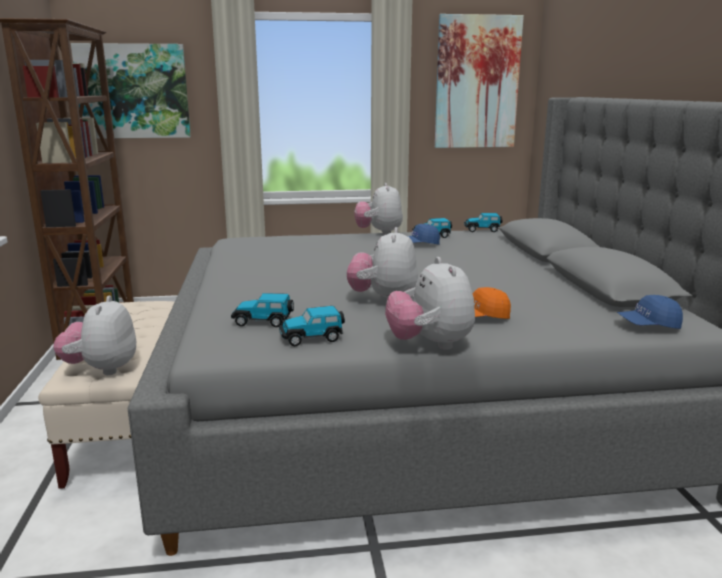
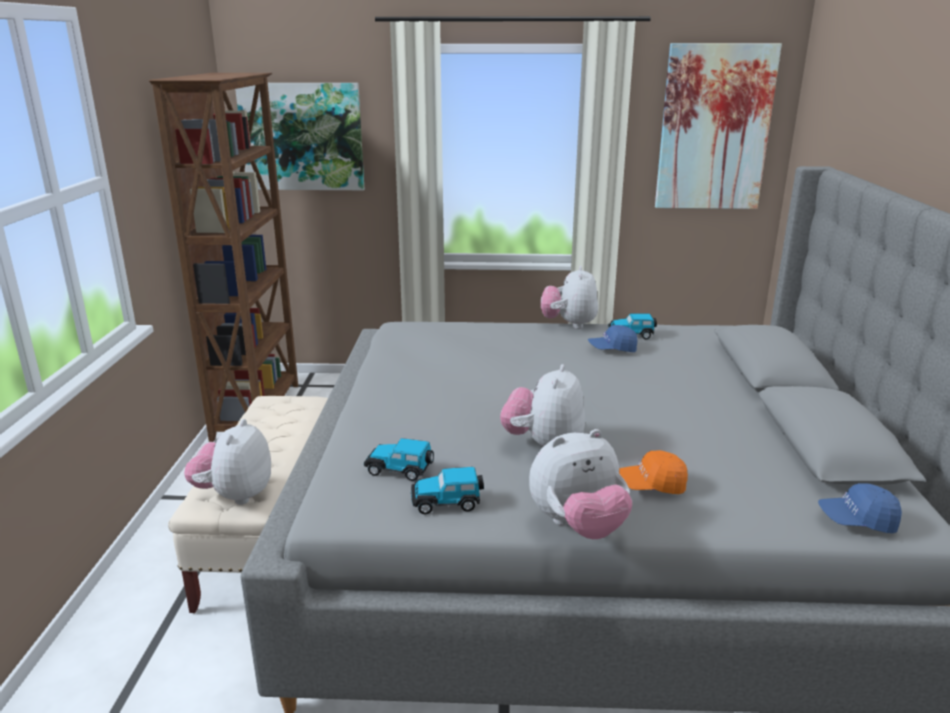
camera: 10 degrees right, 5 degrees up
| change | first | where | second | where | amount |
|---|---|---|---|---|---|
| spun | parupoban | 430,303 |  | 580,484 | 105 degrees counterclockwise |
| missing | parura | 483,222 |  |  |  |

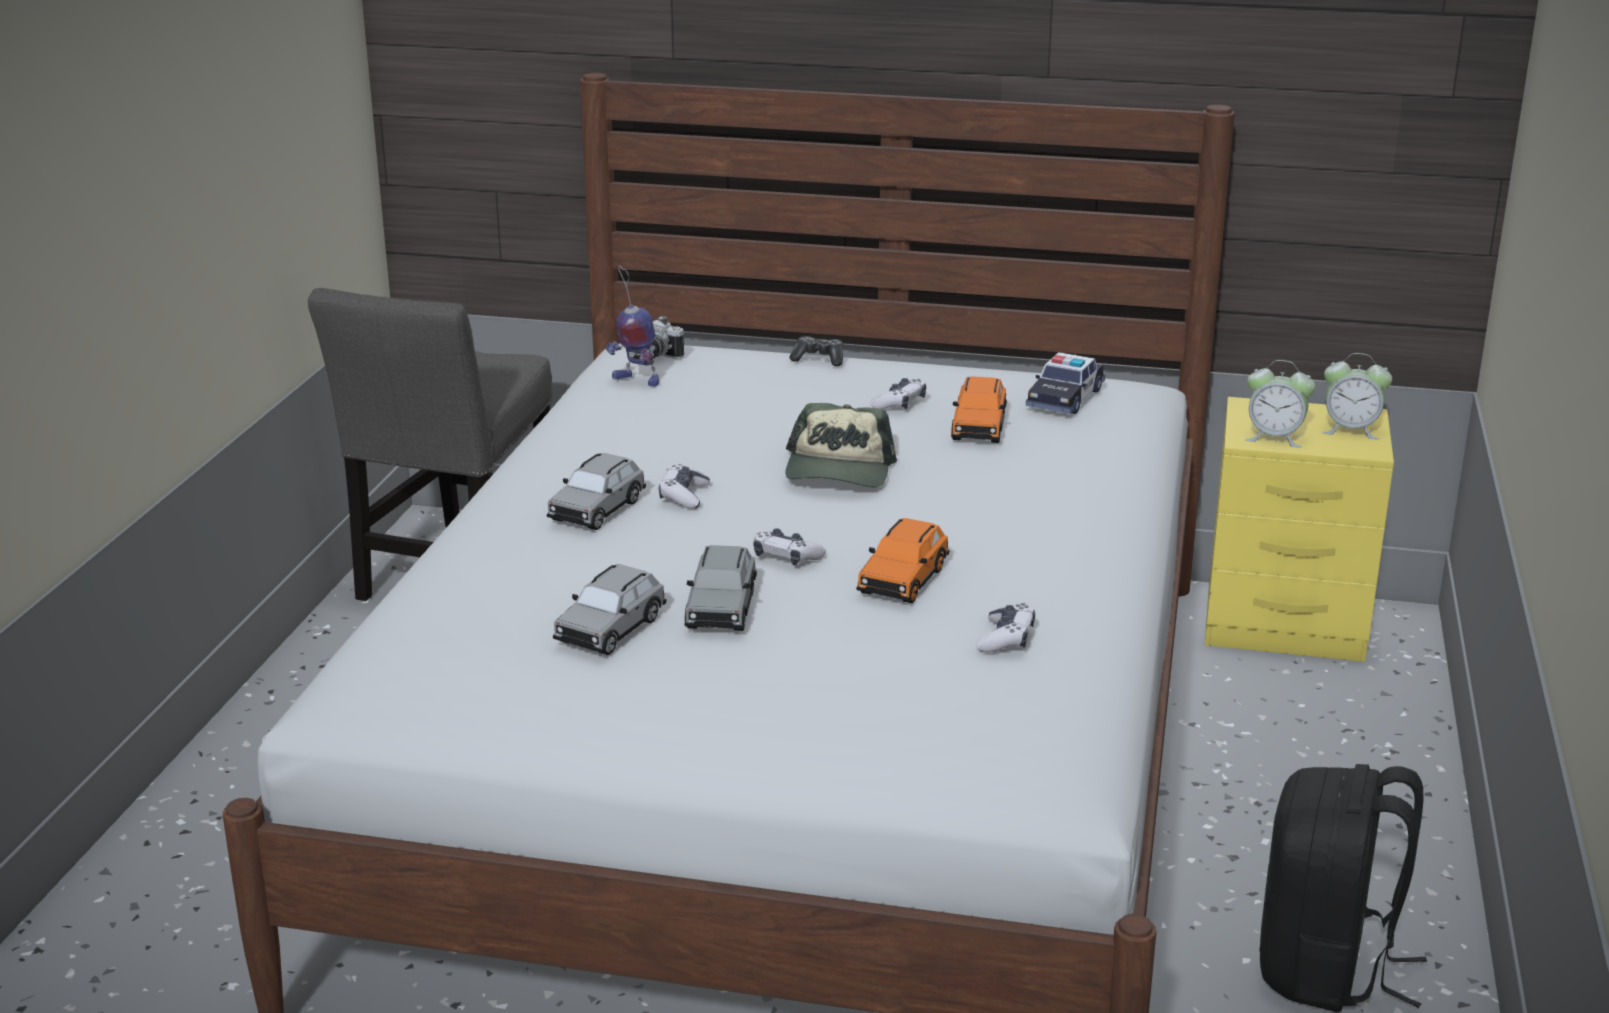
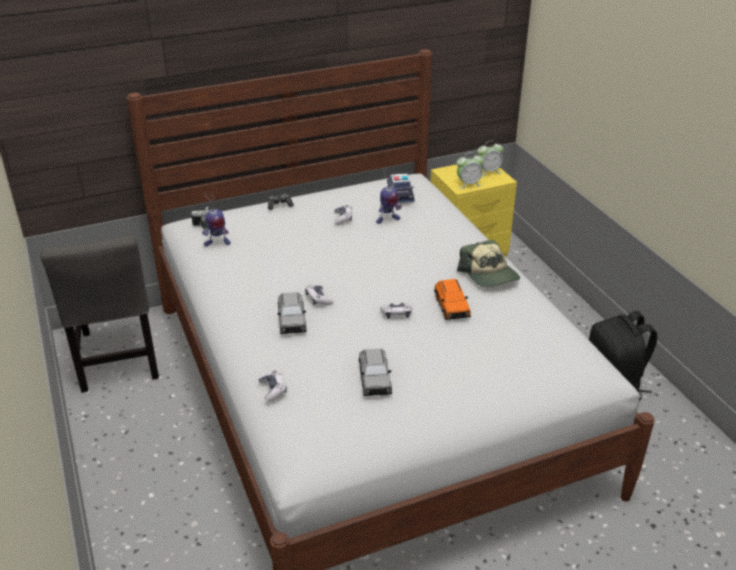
camera: 35 degrees left, 10 degrees up
| change | first | where | second | where | amount |
|---|---|---|---|---|---|
| missing | grey_parura | 721,588 |  |  |  |
| relocated | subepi | 841,445 |  | 488,264 |  |
| exchanged | orange_parura | 979,409 | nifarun | 388,197 |  |
| relocated | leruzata | 1005,627 |  | 272,386 |  |

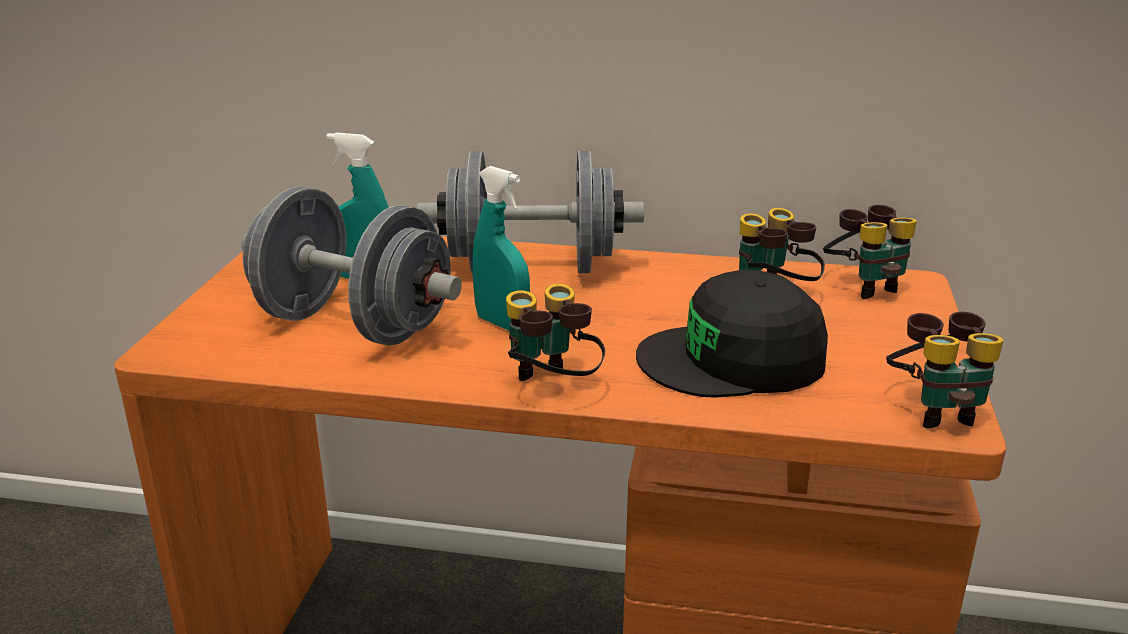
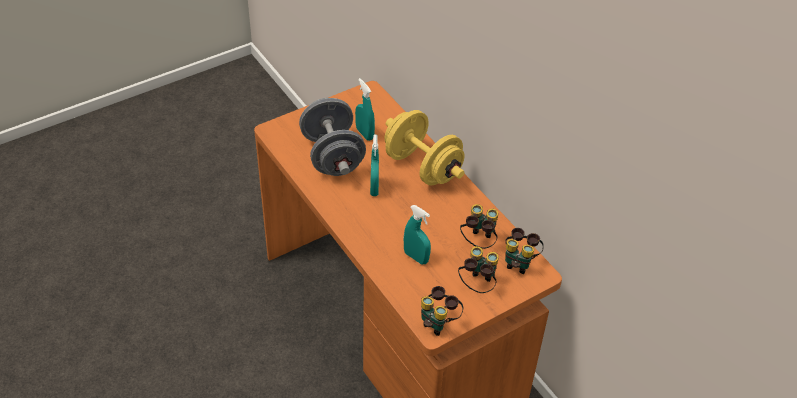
camera: 45 degrees right, 20 degrees up
| change | first | where | second | where | amount |
|---|---|---|---|---|---|
| colour | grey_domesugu | 530,212 | yellow_domesugu | 424,147 |  |
| relocated | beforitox | 555,332 |  | 478,269 |  |
| exchanged | black_subepi | 732,334 | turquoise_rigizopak | 417,234 |  |

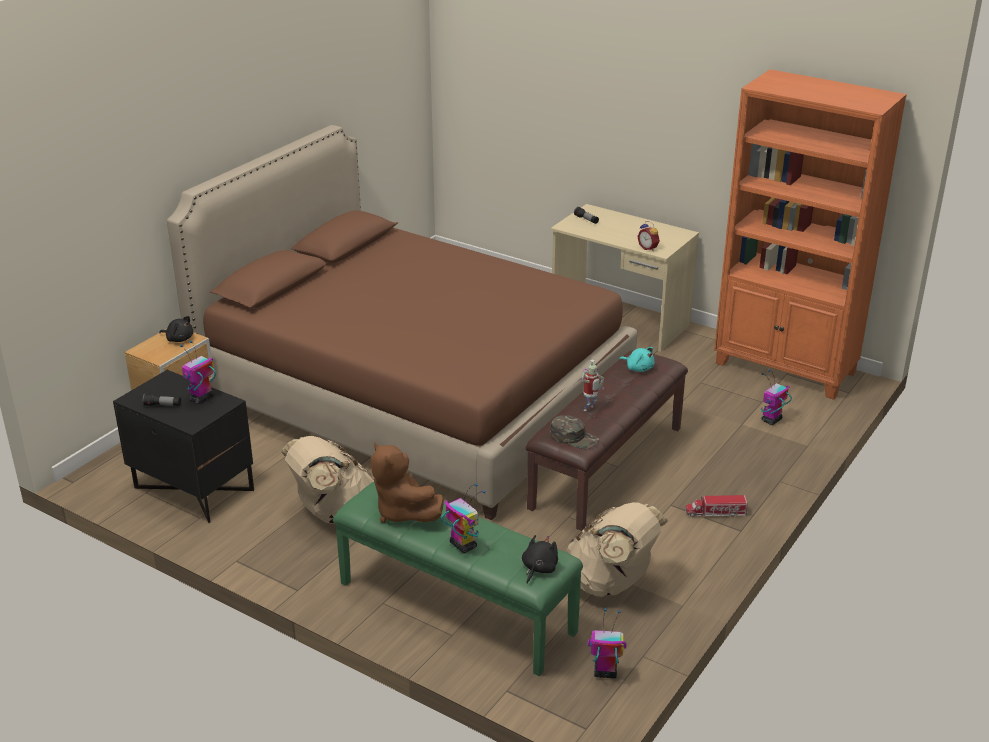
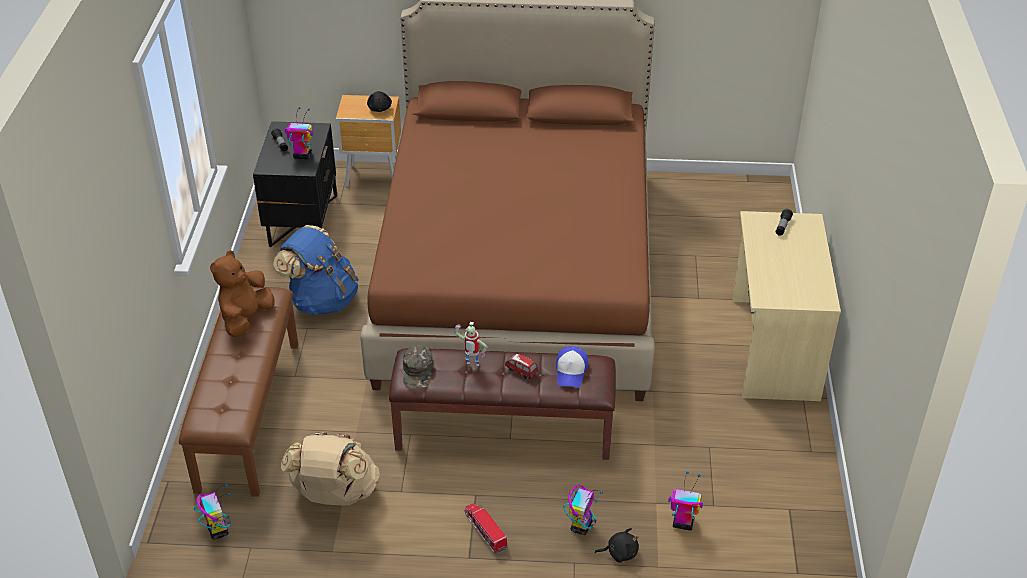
camera: 60 degrees right, 10 degrees up
| change | first | where | second | where | amount |
|---|---|---|---|---|---|
| colour | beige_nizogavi | 327,480 | blue_nizogavi | 316,270 |  |
| colour | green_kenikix | 458,579 | brown_kenikix | 238,391 |  |
| relocated | nifarun | 463,518 |  | 583,510 |  |
| relocated | black_parupoban | 540,559 |  | 617,545 |  |
| exchanged | turquoise_parupoban | 637,359 | subepi | 572,367 |  |
| missing | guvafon | 648,236 |  |  |  |
| missing | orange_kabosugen | 810,234 |  |  |  |
| appeared |  |  | parura | 521,366 |  |

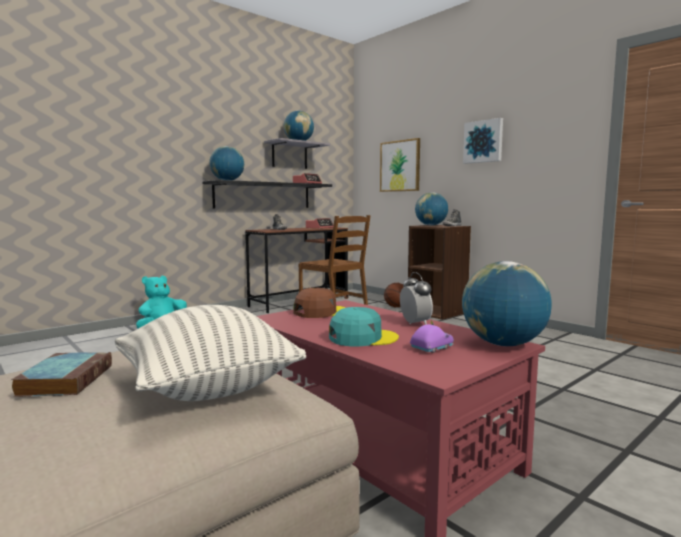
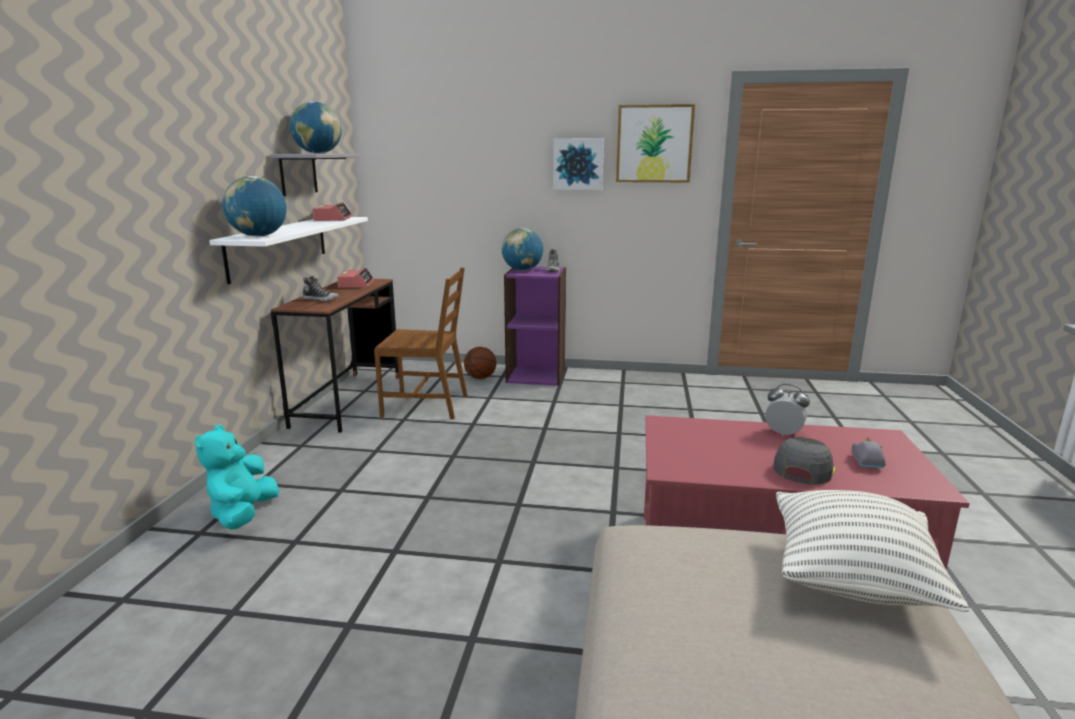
camera: 40 degrees left, 10 degrees up
| change | first | where | second | where | amount |
|---|---|---|---|---|---|
| missing | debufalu | 61,374 |  |  |  |
| colour | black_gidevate | 267,194 | white_gidevate | 288,250 |  |
| missing | brown_subepi | 319,303 |  |  |  |
| colour | turquoise_subepi | 364,326 | grey_subepi | 804,461 |  |
| relocated | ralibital | 400,165 |  | 655,143 |  |
| colour | brown_kabosugen | 439,272 | purple_kabosugen | 535,326 |  |
| colour | purple_parura | 432,336 | grey_parura | 868,453 |  |
| missing | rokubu | 507,303 |  |  |  |

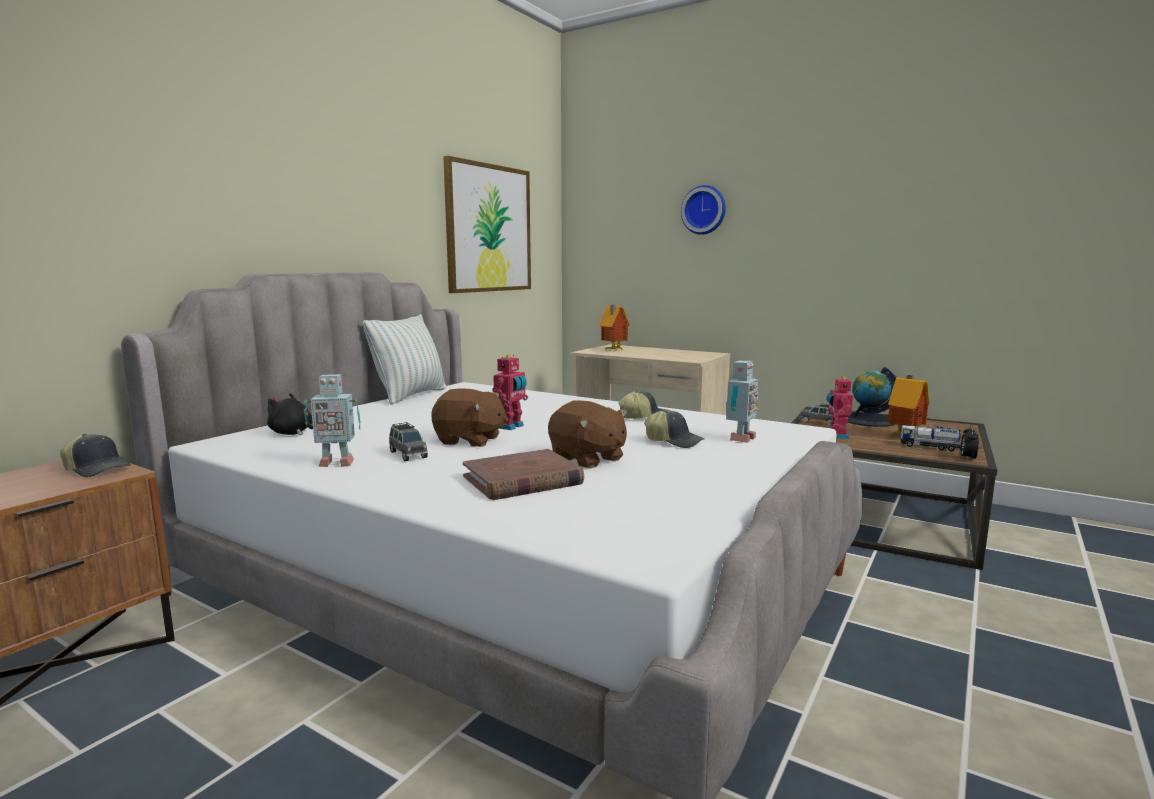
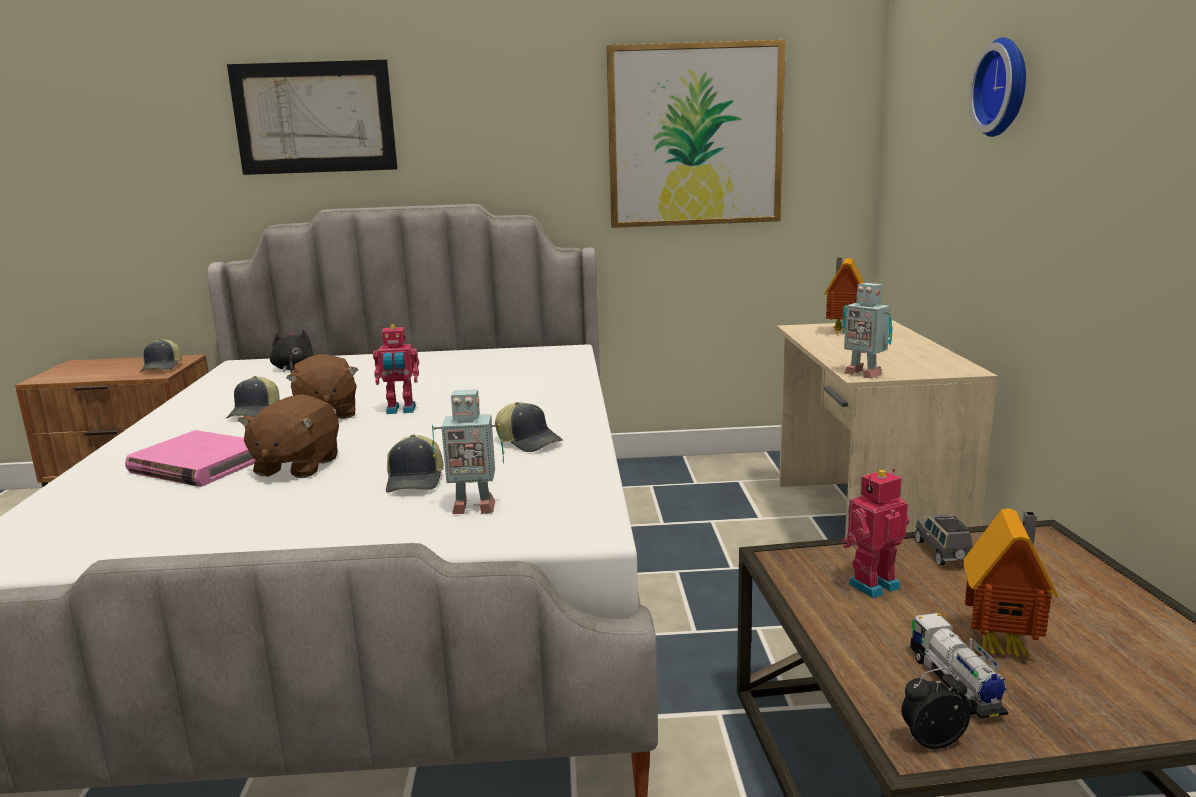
camera: 55 degrees right, 5 degrees up
| change | first | where | second | where | amount |
|---|---|---|---|---|---|
| relocated | nifarun | 332,420 |  | 867,331 |  |
| missing | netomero | 404,359 |  |  |  |
| exchanged | grey_parura | 408,441 | subepi | 253,397 |  |
| colour | brown_debufalu | 523,474 | pink_debufalu | 190,458 |  |
| missing | rokubu | 872,397 |  |  |  |
| appeared |  |  | ralibital | 312,117 |  |

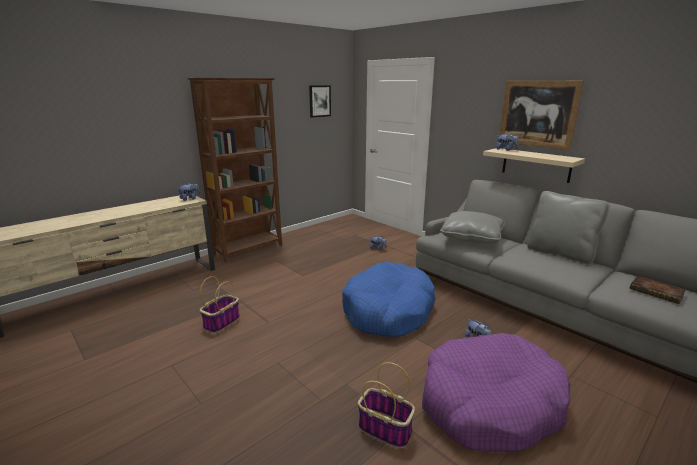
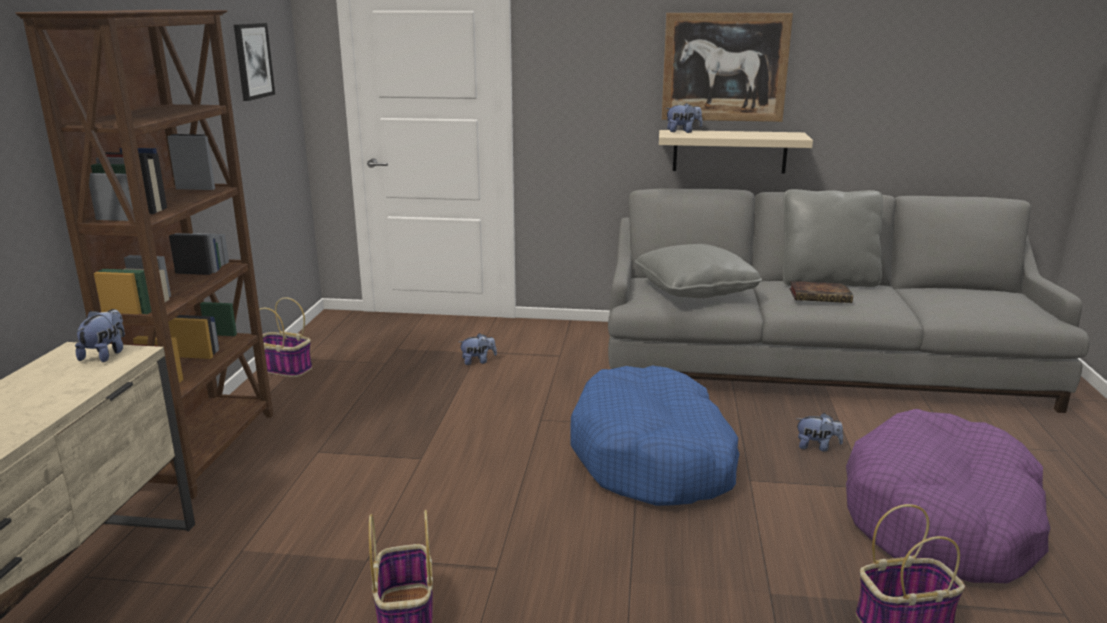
camera: 40 degrees left, 0 degrees up
| change | first | where | second | where | amount |
|---|---|---|---|---|---|
| relocated | debufalu | 657,289 |  | 821,292 |  |
| appeared |  |  | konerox | 285,337 |  |

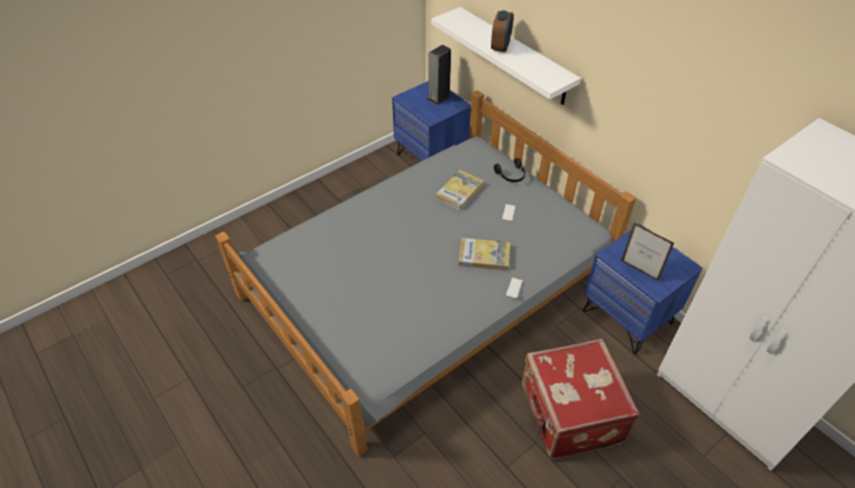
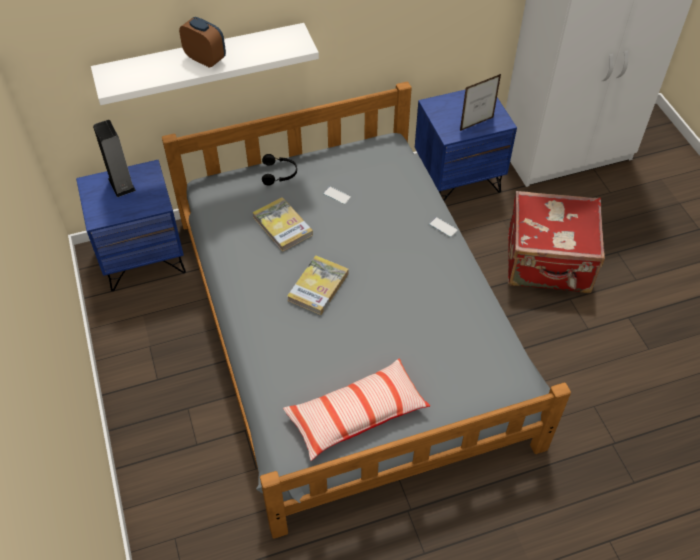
camera: 70 degrees left, 5 degrees up
| change | first | where | second | where | amount |
|---|---|---|---|---|---|
| relocated | debufalu | 484,254 |  | 317,285 |  |
| appeared |  |  | netomero | 356,410 |  |

